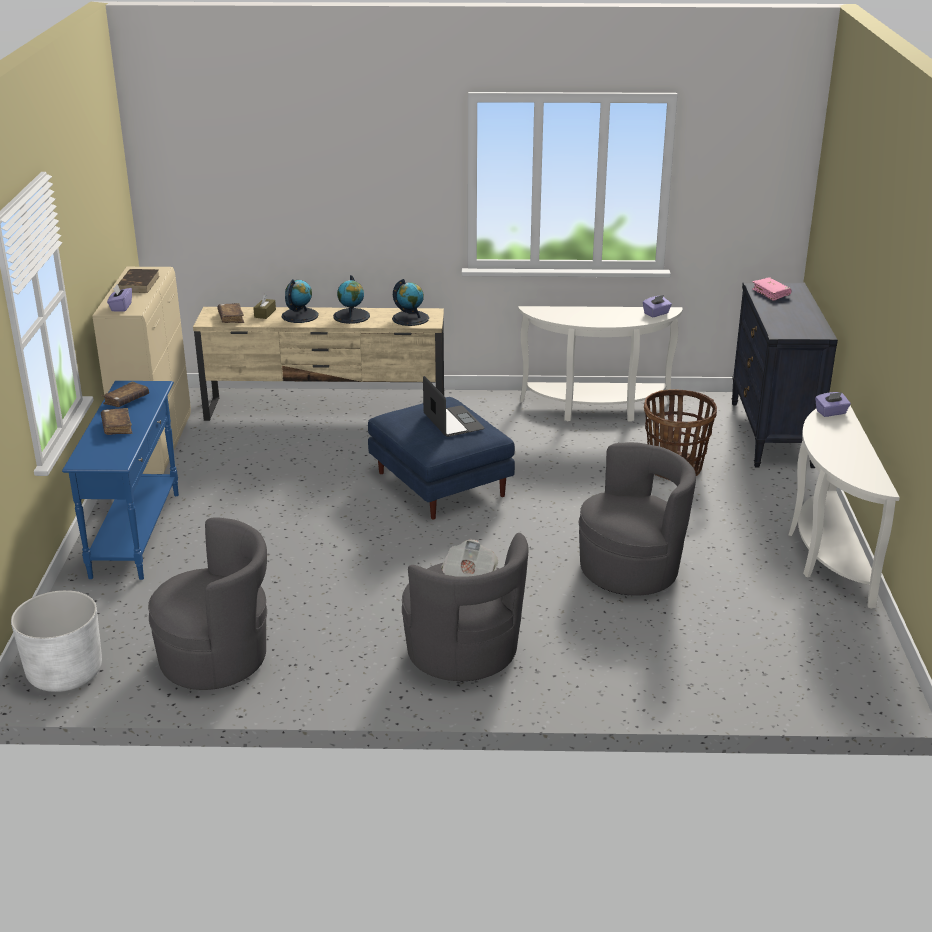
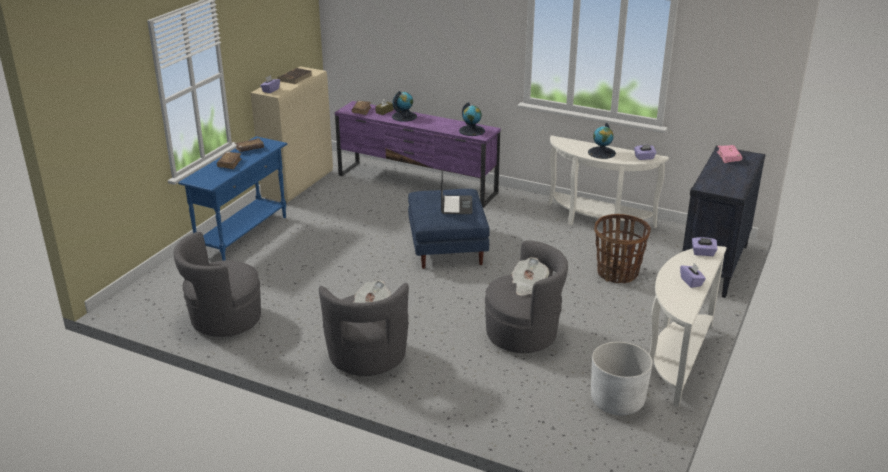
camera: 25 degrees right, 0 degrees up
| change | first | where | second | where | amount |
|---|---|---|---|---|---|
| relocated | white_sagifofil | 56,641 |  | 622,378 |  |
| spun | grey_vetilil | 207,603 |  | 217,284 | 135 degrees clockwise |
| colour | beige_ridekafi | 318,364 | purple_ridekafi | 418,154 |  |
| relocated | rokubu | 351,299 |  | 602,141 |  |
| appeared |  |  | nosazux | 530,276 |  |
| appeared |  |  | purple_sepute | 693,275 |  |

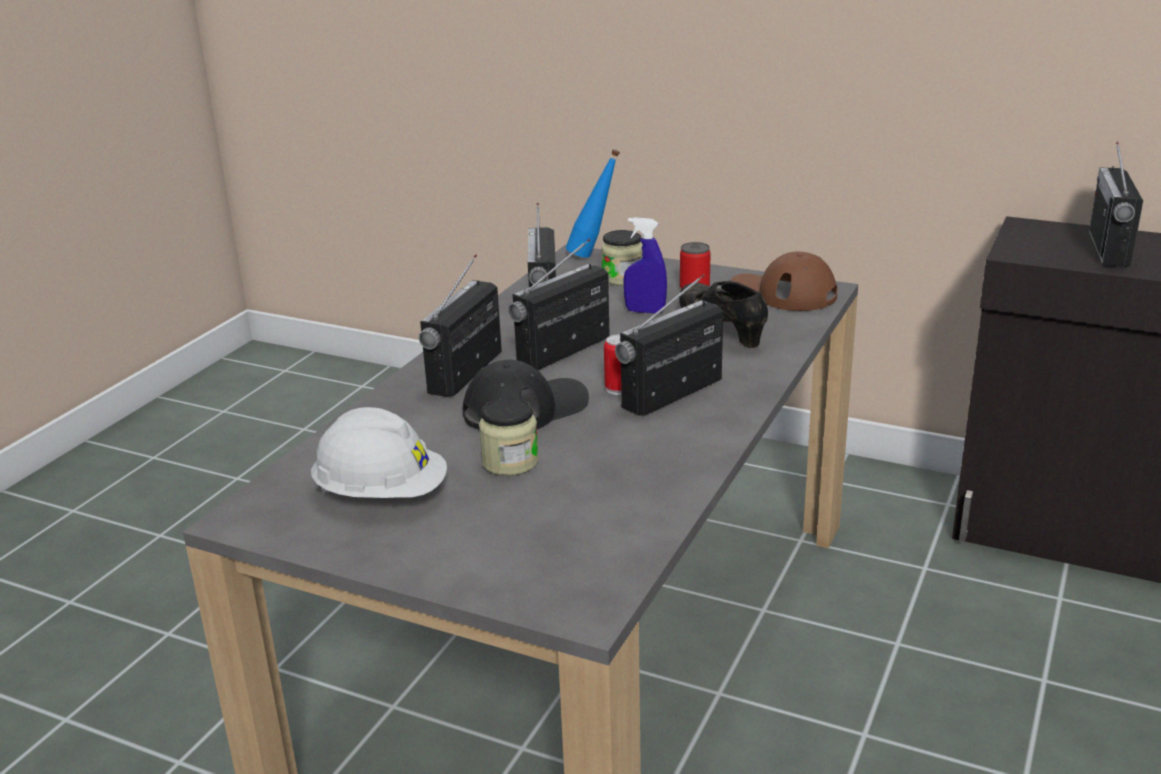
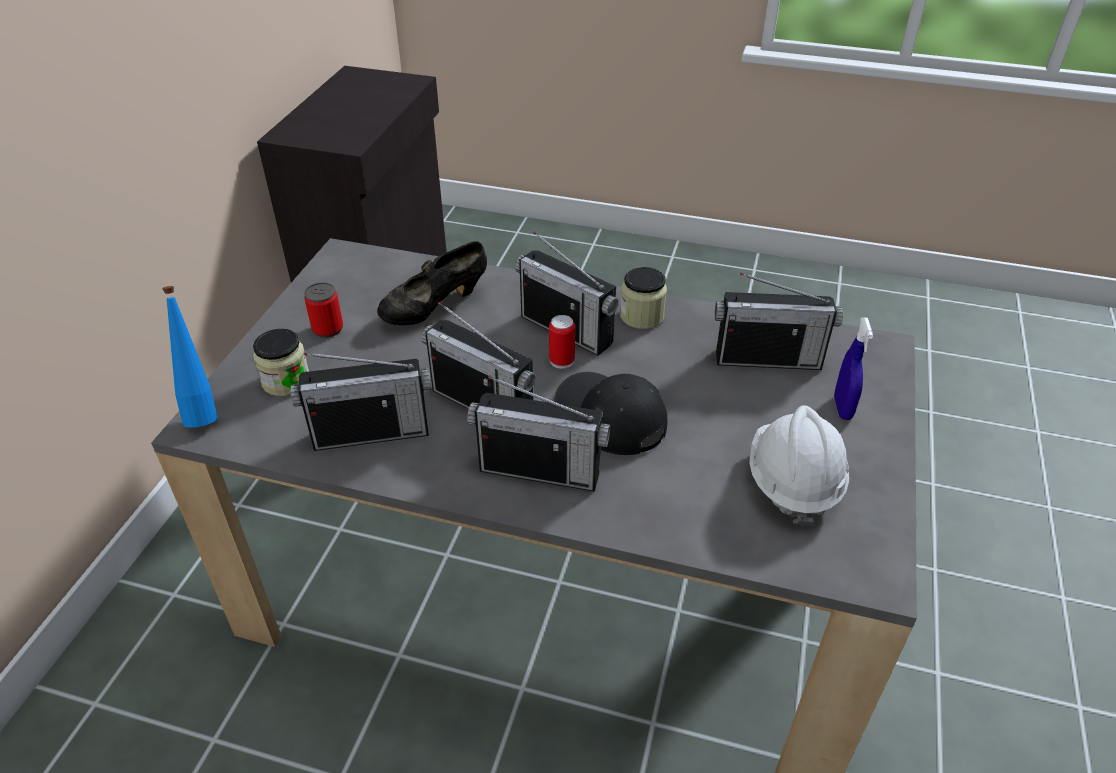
camera: 100 degrees left, 15 degrees up
| change | first | where | second | where | amount |
|---|---|---|---|---|---|
| relocated | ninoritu | 509,436 |  | 643,298 |  |
| relocated | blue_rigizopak | 645,265 |  | 853,368 |  |
| missing | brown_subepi | 783,281 |  |  |  |
| relocated | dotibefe | 1116,204 |  | 779,321 |  |

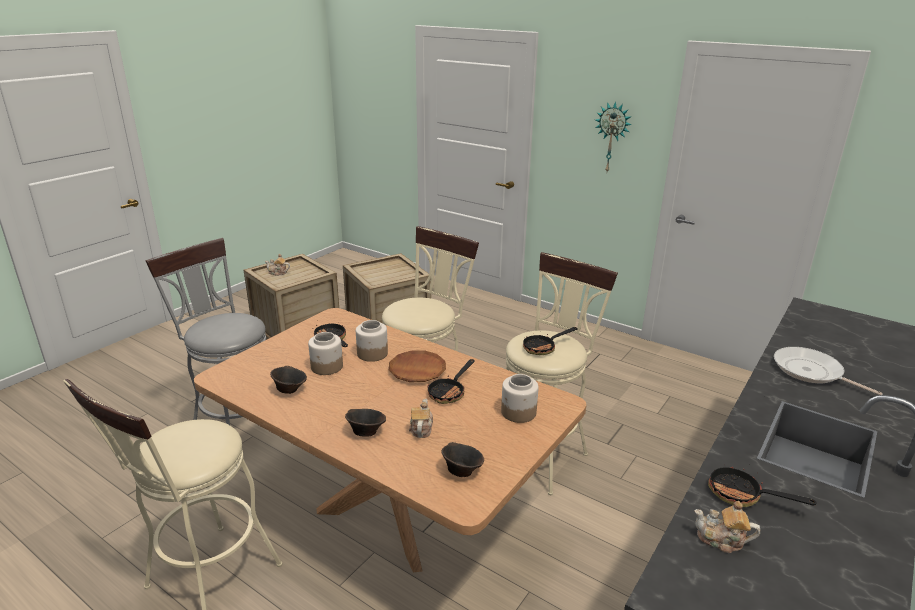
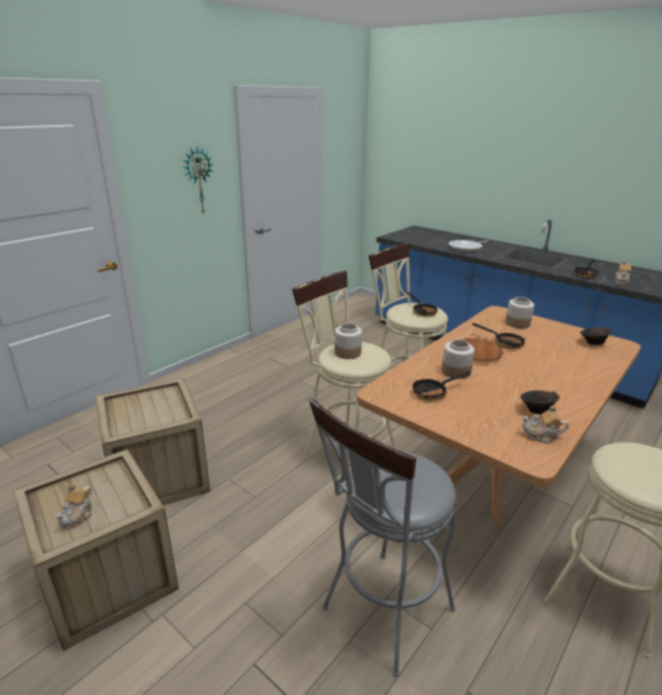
camera: 85 degrees left, 0 degrees up
| change | first | where | second | where | amount |
|---|---|---|---|---|---|
| relocated | ninoritu | 325,353 |  | 348,341 |  |
| missing | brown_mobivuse | 365,423 |  |  |  |
| relocated | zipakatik | 421,418 |  | 545,424 |  |

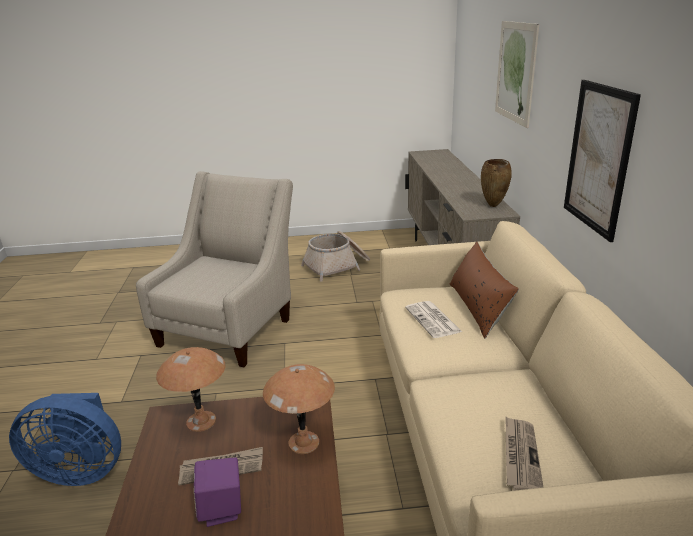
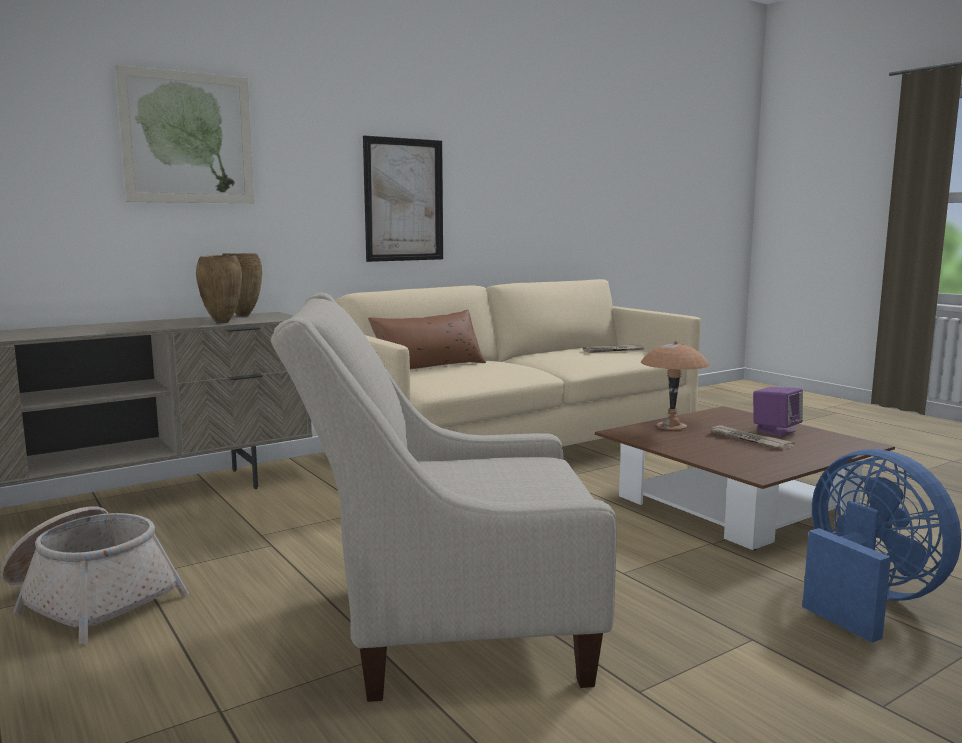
camera: 120 degrees left, 15 degrees down
| change | first | where | second | where | amount |
|---|---|---|---|---|---|
| missing | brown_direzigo | 191,389 |  |  |  |
| missing | nosazux | 433,319 |  |  |  |
| appeared |  |  | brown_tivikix | 219,289 |  |

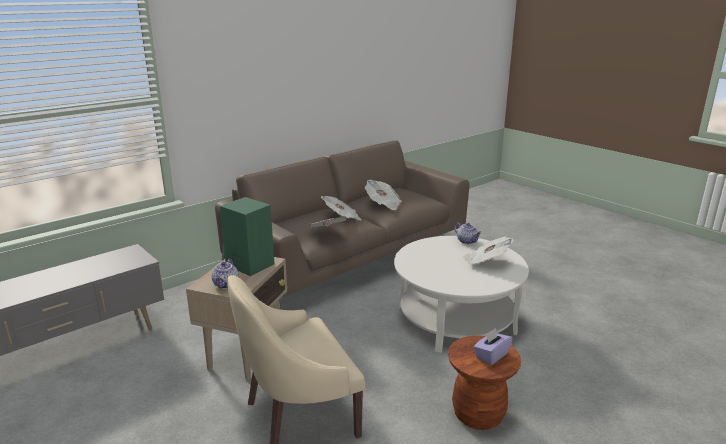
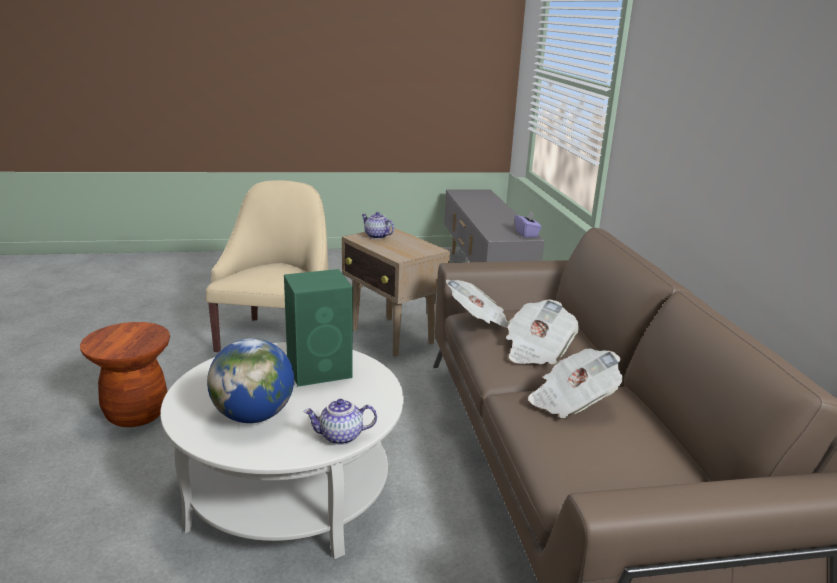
camera: 120 degrees right, 0 degrees up
| change | first | where | second | where | amount |
|---|---|---|---|---|---|
| relocated | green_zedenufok | 247,236 |  | 318,328 |  |
| exchanged | nosazux | 489,251 | rokubu | 250,380 |  |
| relocated | purple_sepute | 493,346 |  | 528,224 |  |

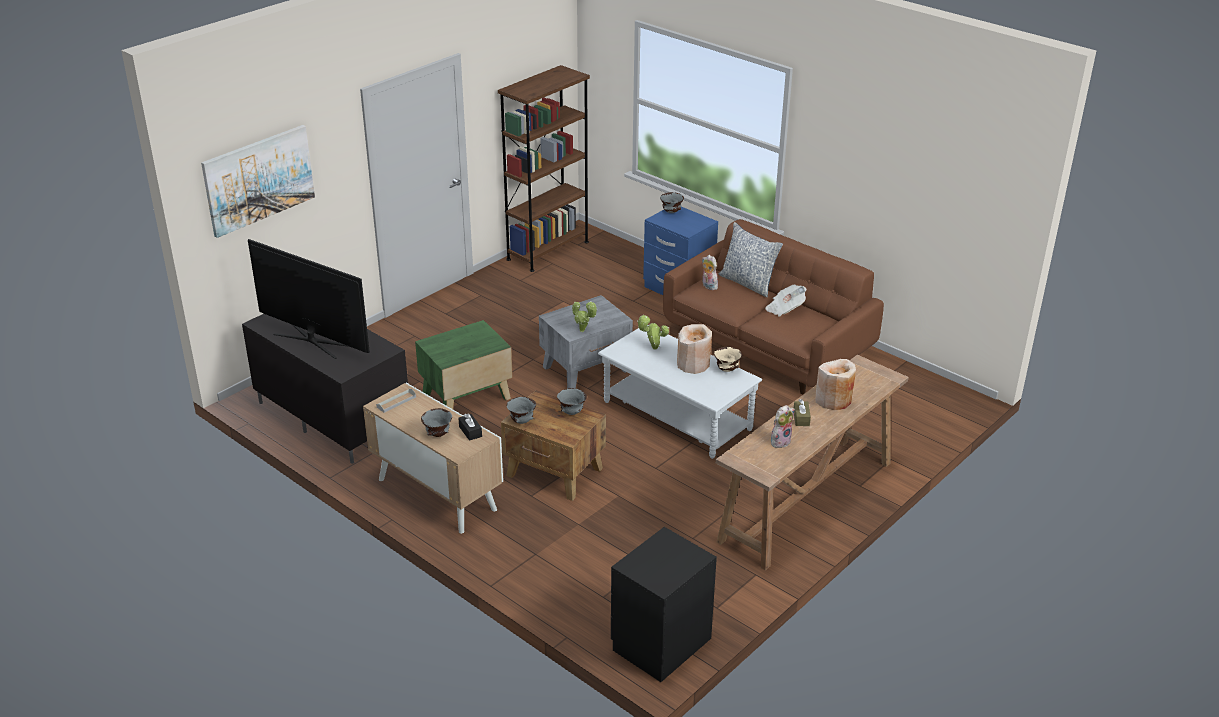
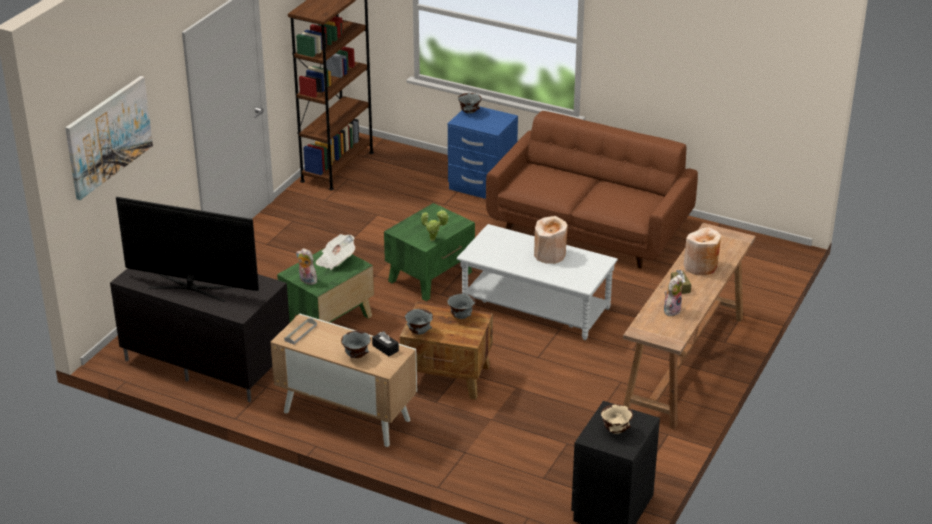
camera: 15 degrees left, 0 degrees up
| change | first | where | second | where | amount |
|---|---|---|---|---|---|
| colour | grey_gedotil | 586,342 | green_gedotil | 429,252 |  |
| missing | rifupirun | 653,332 |  |  |  |
| relocated | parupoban | 710,272 |  | 306,266 |  |
| relocated | beige_mobivuse | 728,359 |  | 617,419 |  |
| missing | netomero | 751,260 |  |  |  |
| relocated | nosazux | 786,301 |  | 335,252 |  |

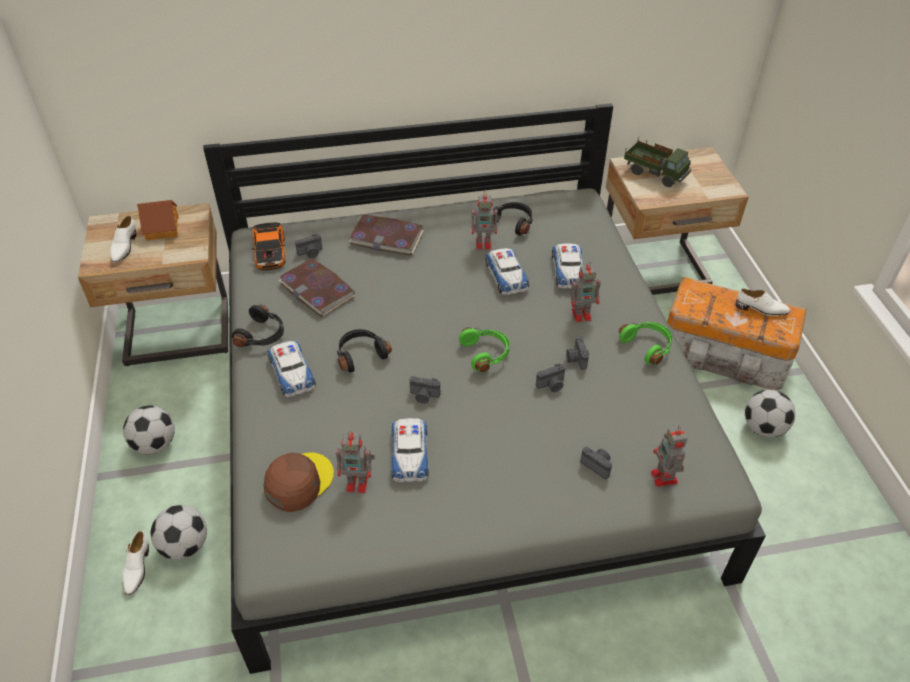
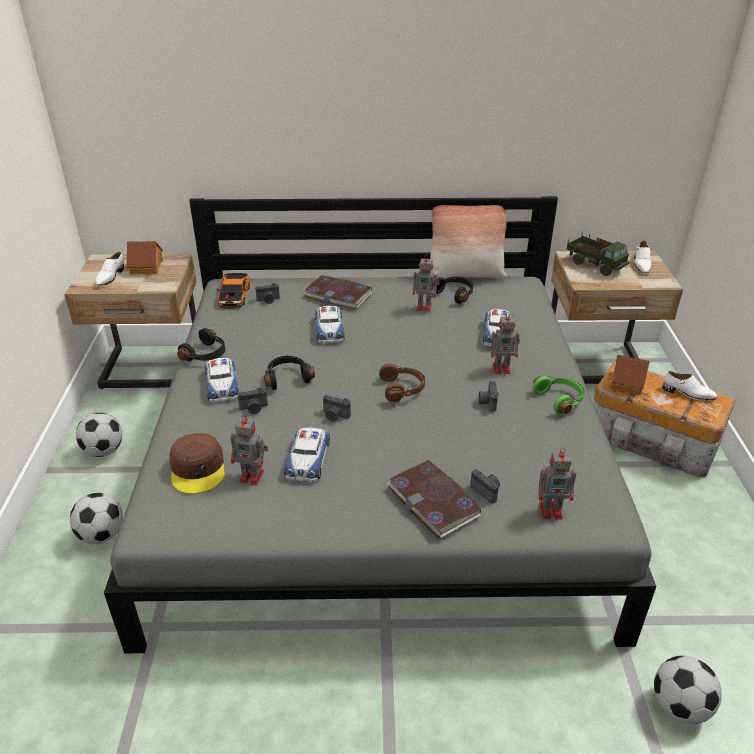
camera: 10 degrees right, 10 degrees down
| change | first | where | second | where | amount |
|---|---|---|---|---|---|
| relocated | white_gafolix | 136,563 |  | 642,257 |  |
| spun | brown_subepi | 298,482 |  | 197,463 | 120 degrees clockwise |
| relocated | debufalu | 316,287 |  | 434,499 |  |
| colour | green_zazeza | 484,349 | brown_zazeza | 402,383 |  |
| relocated | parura | 507,271 |  | 329,324 |  |
| relocated | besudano | 550,377 |  | 252,401 |  |
| spun | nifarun | 669,456 |  | 557,483 | 90 degrees counterclockwise |
| relocated | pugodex | 770,414 |  | 688,690 |  |
| appeared |  |  | netomero | 468,242 |  |
| appeared |  |  | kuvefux | 630,375 |  |

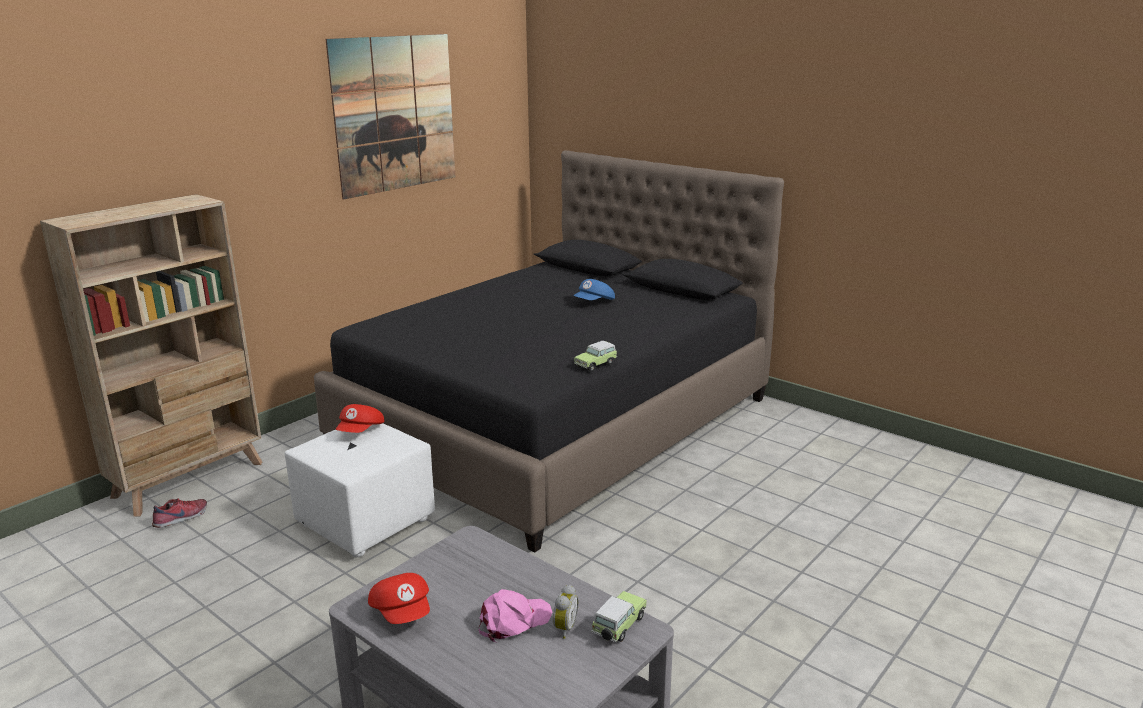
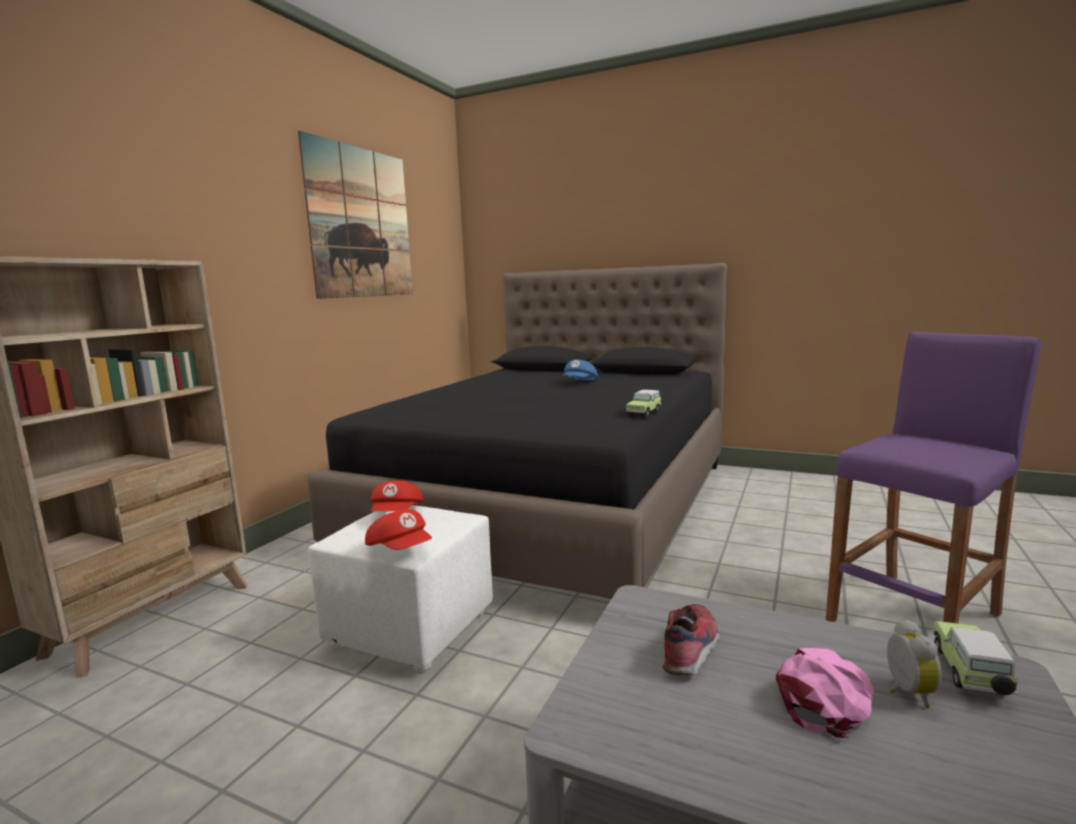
camera: 15 degrees left, 10 degrees down
| change | first | where | second | where | amount |
|---|---|---|---|---|---|
| relocated | gafolix | 179,513 |  | 691,639 |  |
| relocated | red_subepi | 399,598 |  | 398,529 |  |
| appeared |  |  | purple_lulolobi | 934,478 |  |

